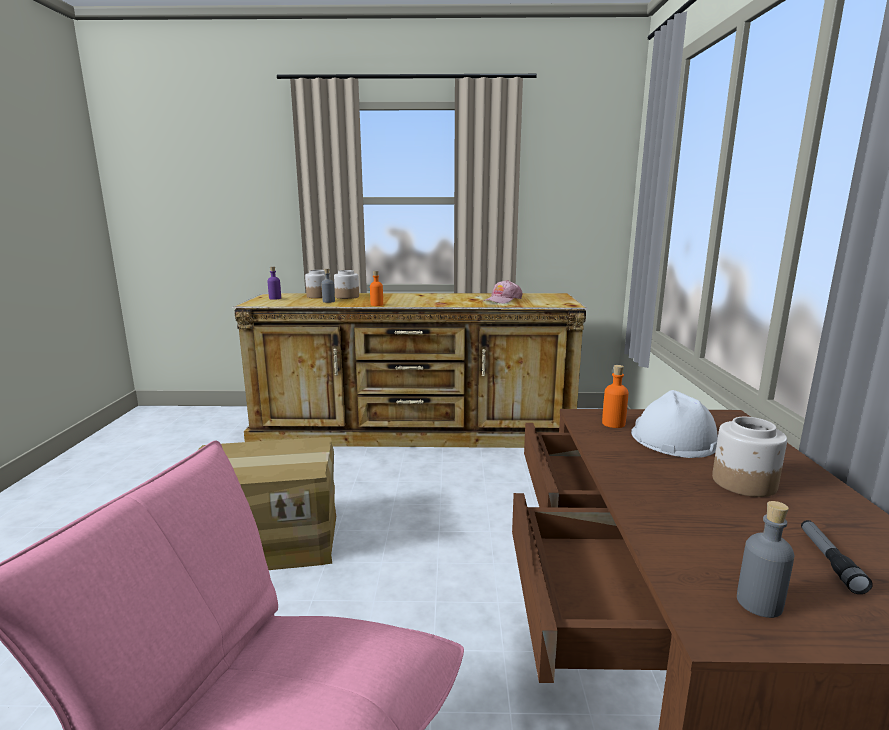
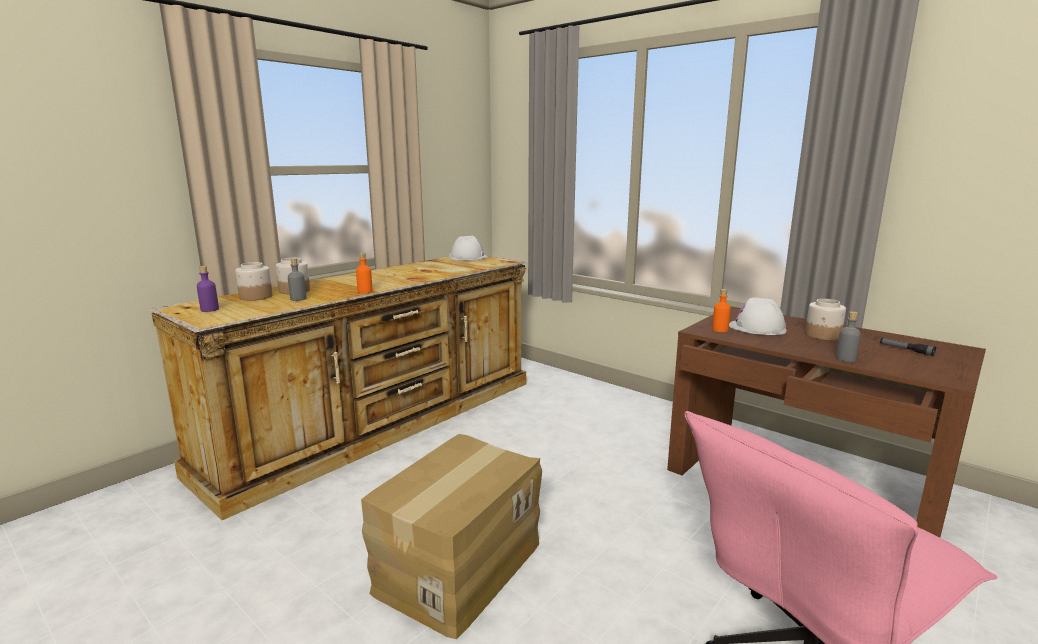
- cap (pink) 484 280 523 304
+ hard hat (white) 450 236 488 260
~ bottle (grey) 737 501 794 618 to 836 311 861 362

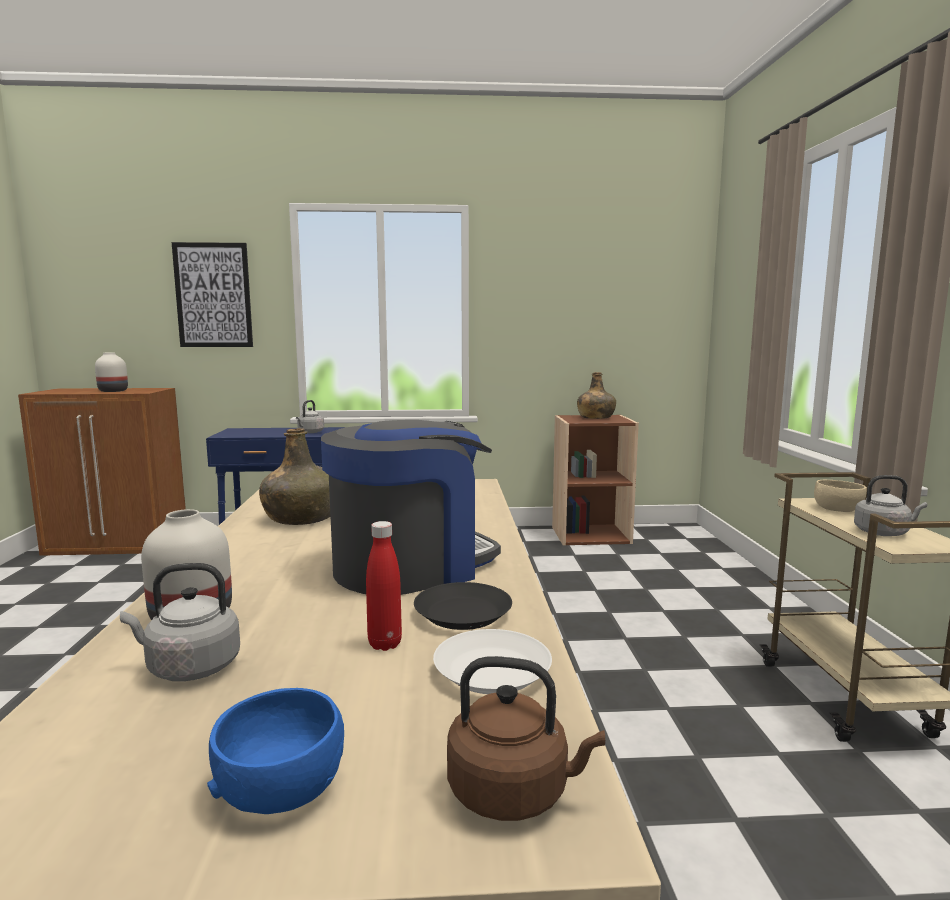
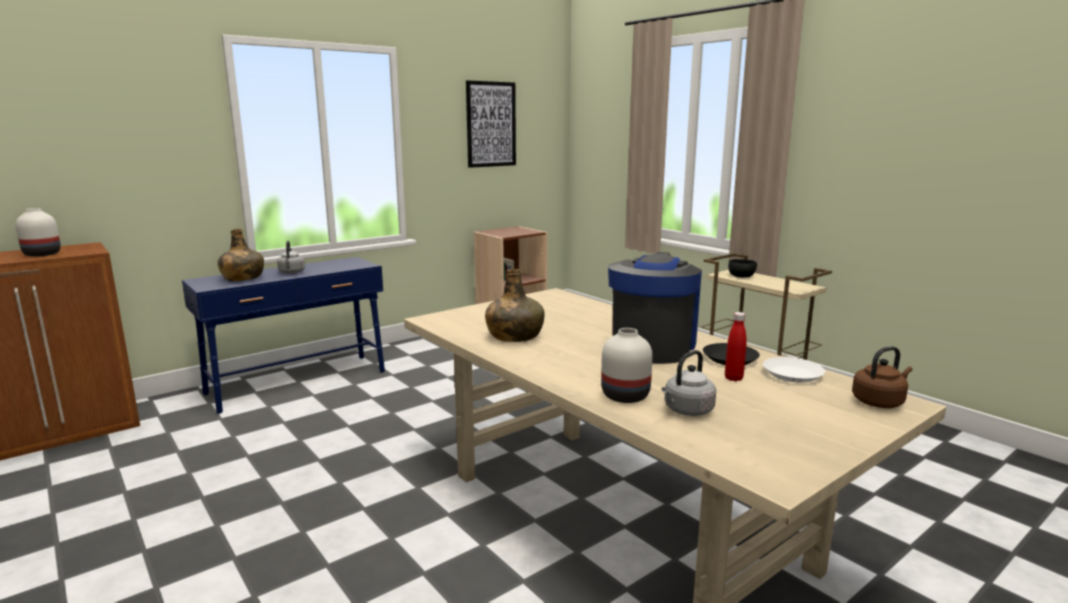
- bowl (blue) 207 688 344 814
- kettle (grey) 854 475 927 536
~ picture 172 242 253 347 to 466 80 516 168
~ bottle (green) 577 372 616 419 to 218 229 264 281
~ bowl (beige) 814 480 867 512 to bowl (black) 728 259 757 277

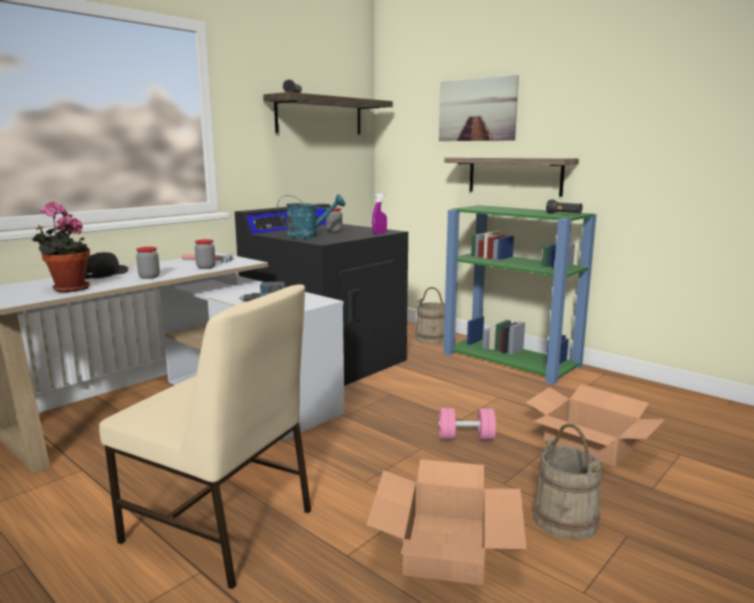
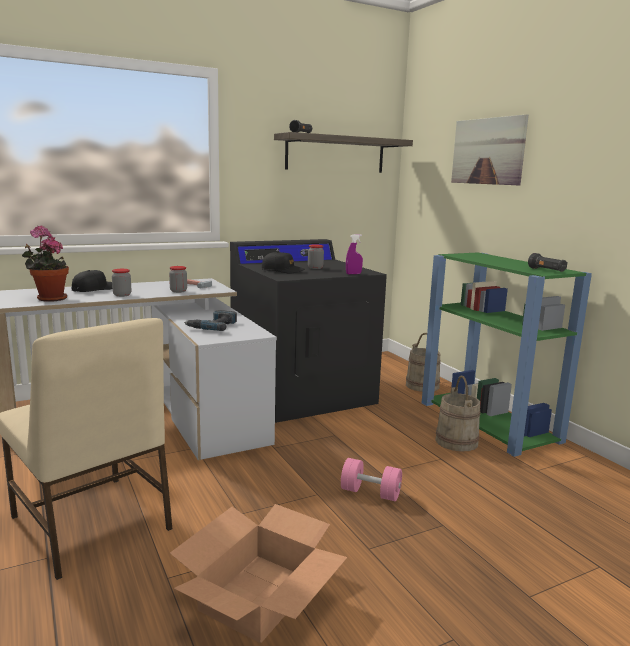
- shelf 444 157 579 197
- cardboard box 526 385 665 467
~ bucket (beige) 533 423 601 540 to 435 376 480 452
~ watering can (turquoise) 277 194 345 239 to cap (black) 262 251 305 274

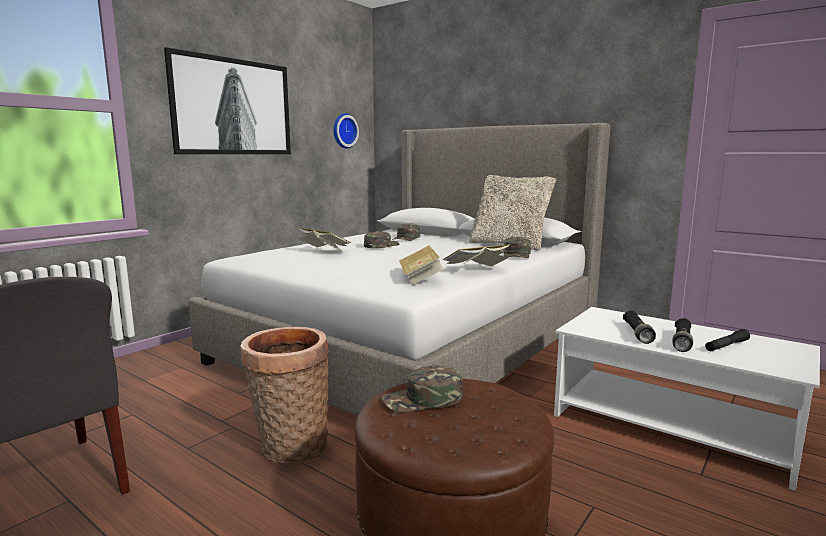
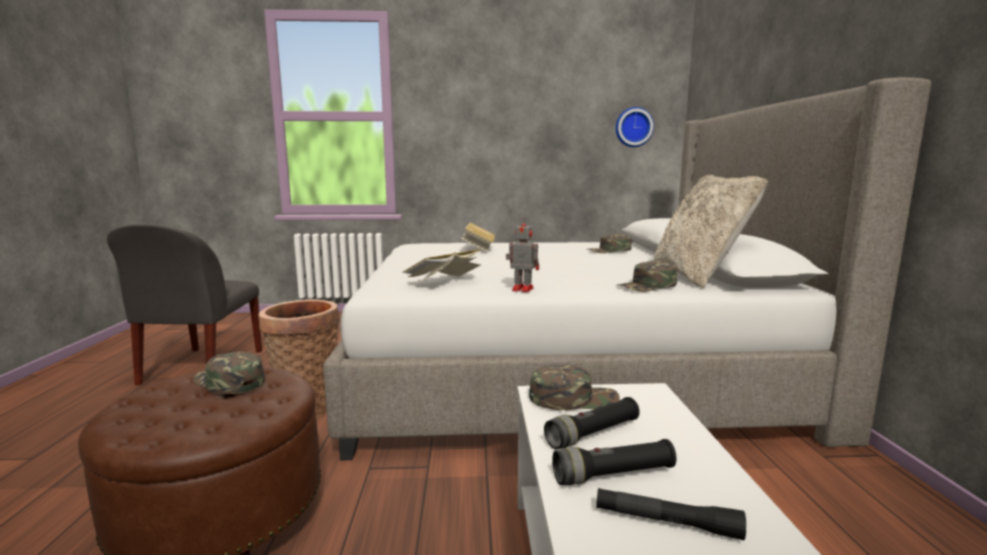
- picture 164 47 291 154
~ cap (green) 364 231 399 248 to 529 365 620 410
~ book 442 244 511 266 to toy robot 506 217 539 292

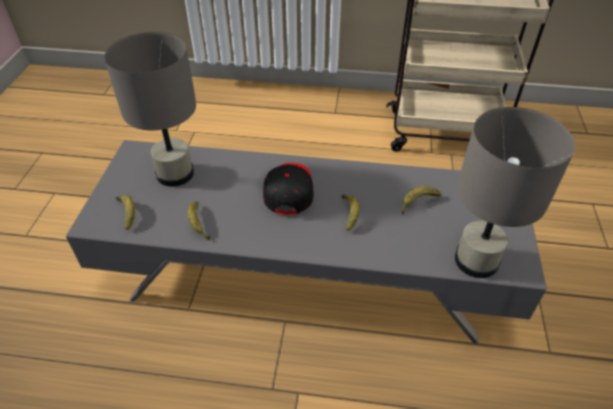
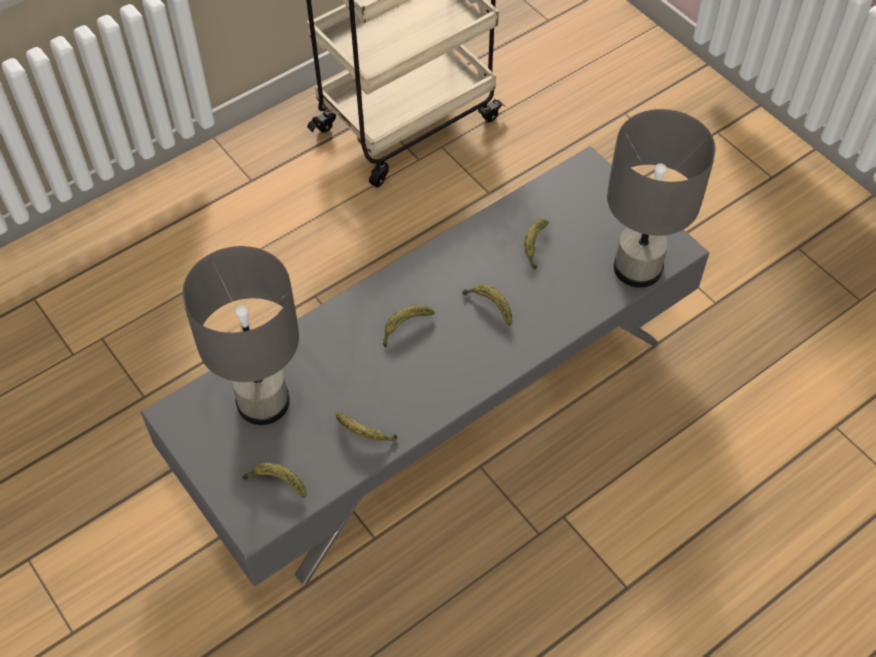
~ cap (black) 263 163 313 214 to banana 383 305 435 347

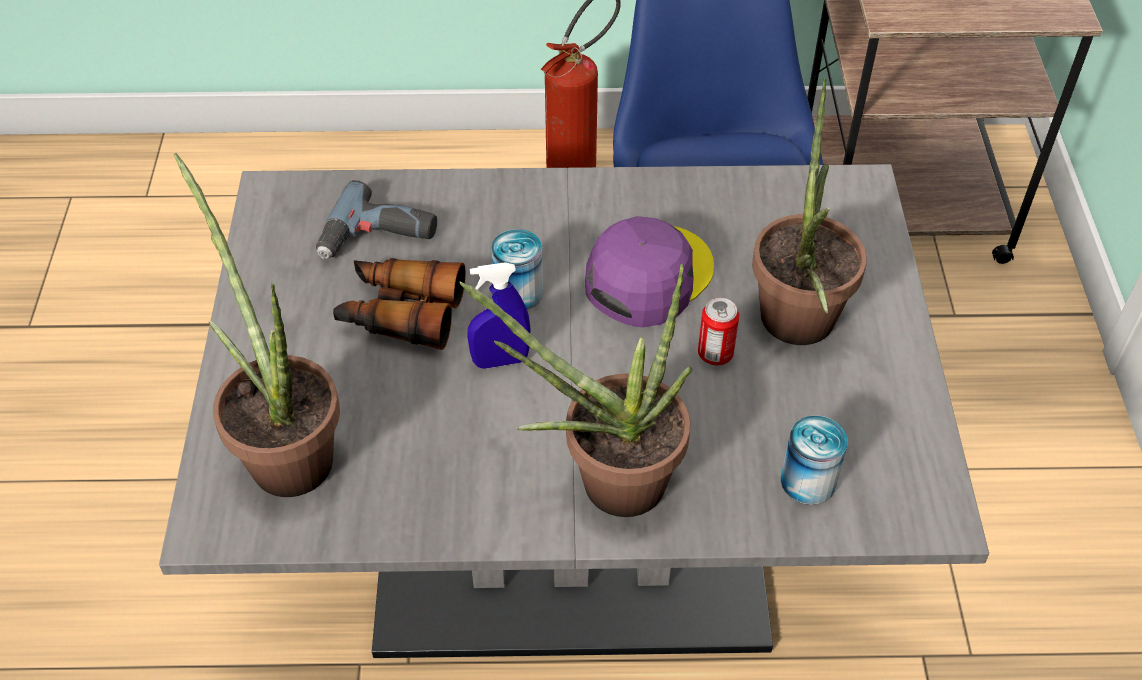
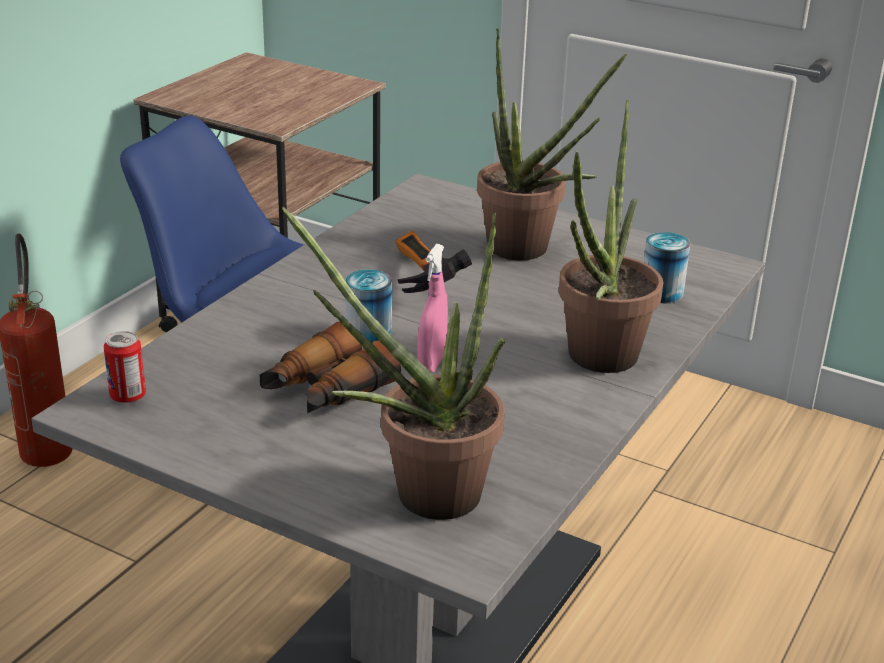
- power drill 316 180 437 259
~ can 698 298 739 365 to 104 331 146 403
~ cap (purple) 585 216 714 328 to hammer 396 231 472 293
~ spray bottle (blue) 467 262 531 369 to spray bottle (pink) 417 244 448 373

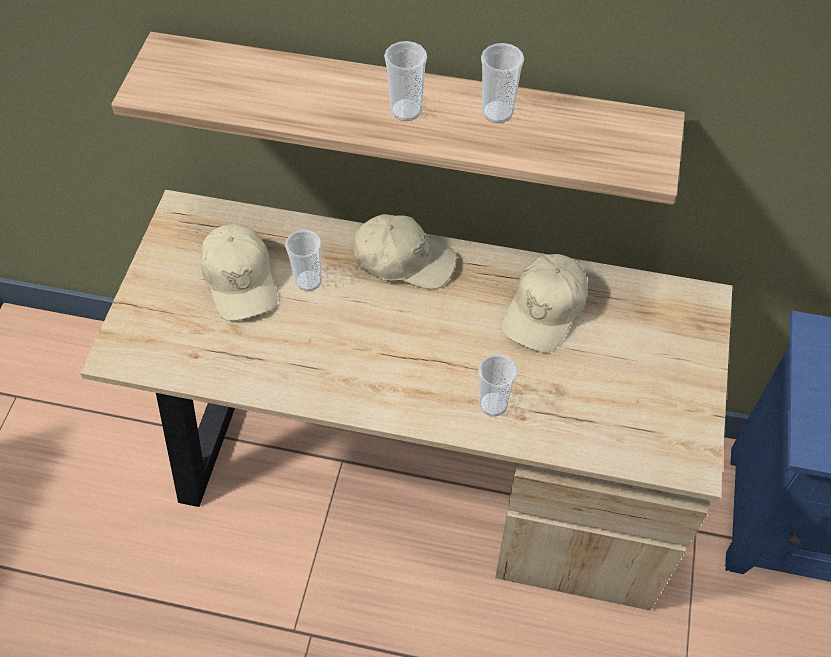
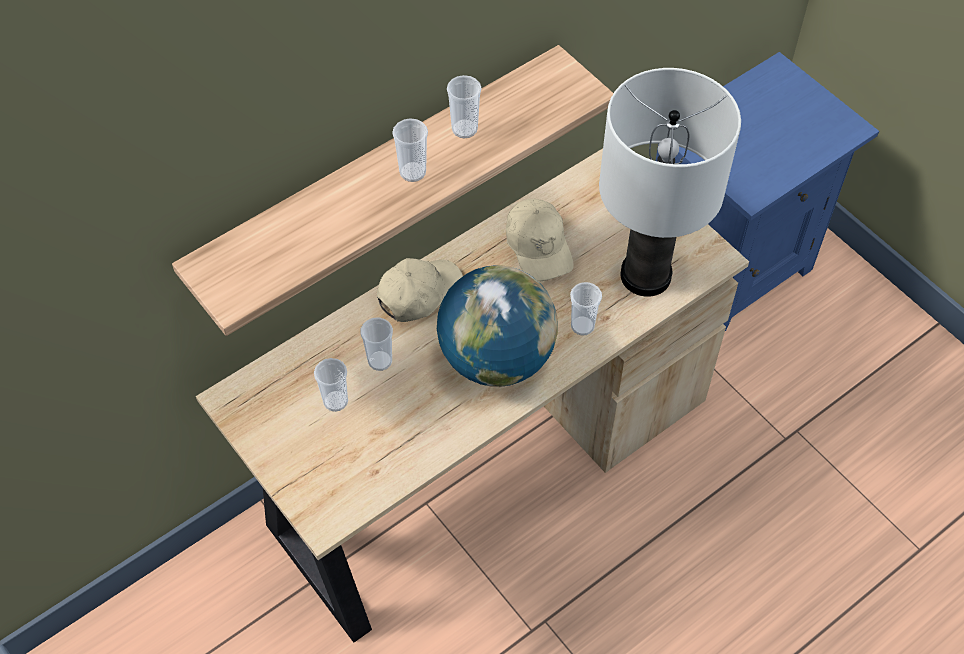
+ globe 437 265 558 387
+ table lamp (white) 599 68 741 297
~ cap (beige) 201 224 277 321 to cup 314 358 348 412

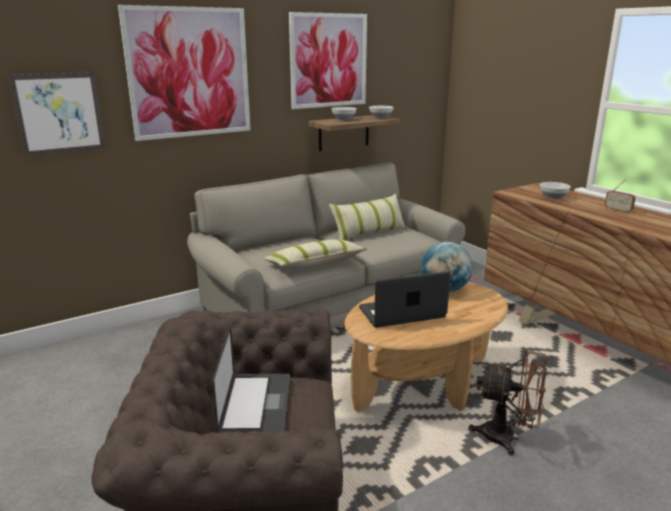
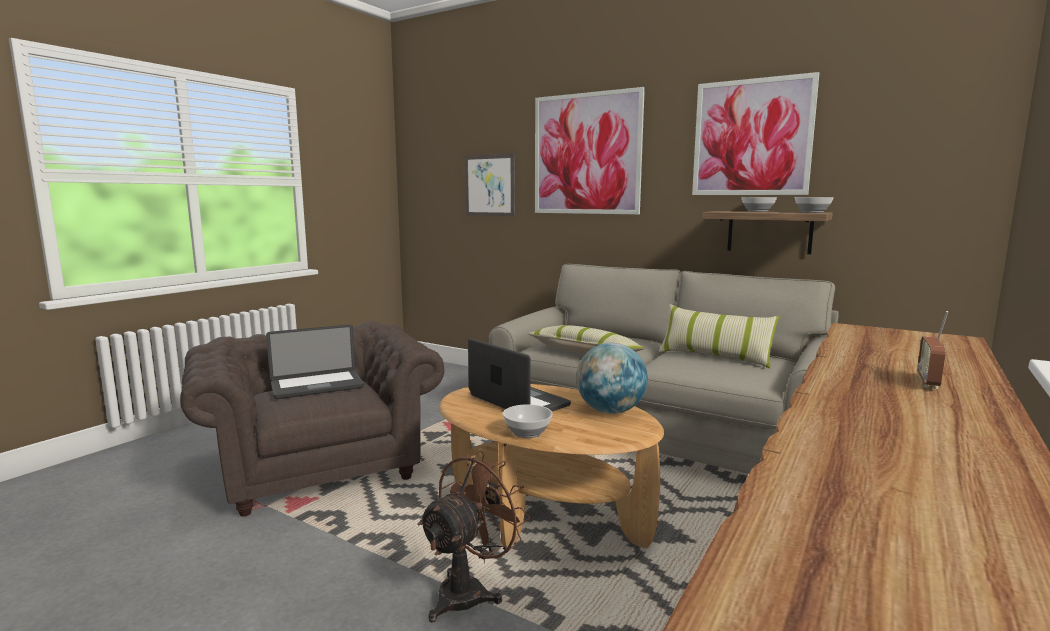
~ bowl 540 182 571 199 to 503 404 553 438
~ fan (brown) 469 349 547 455 = 417 451 530 622 135 degrees counterclockwise

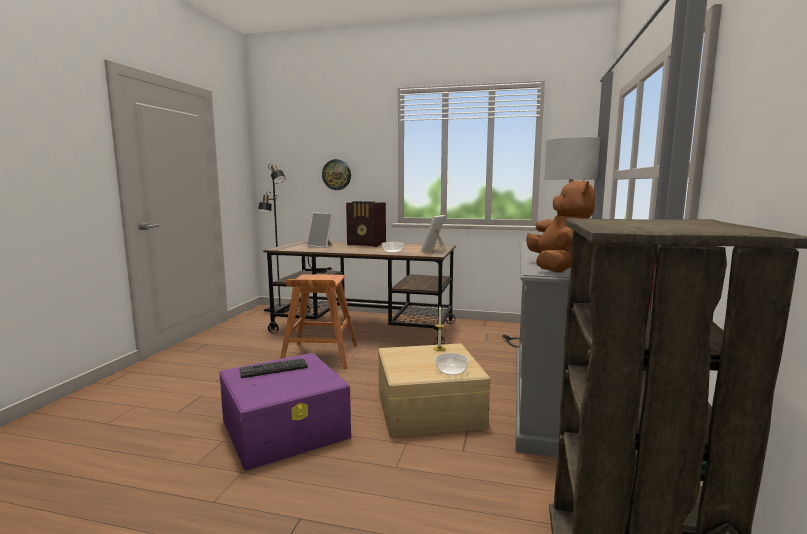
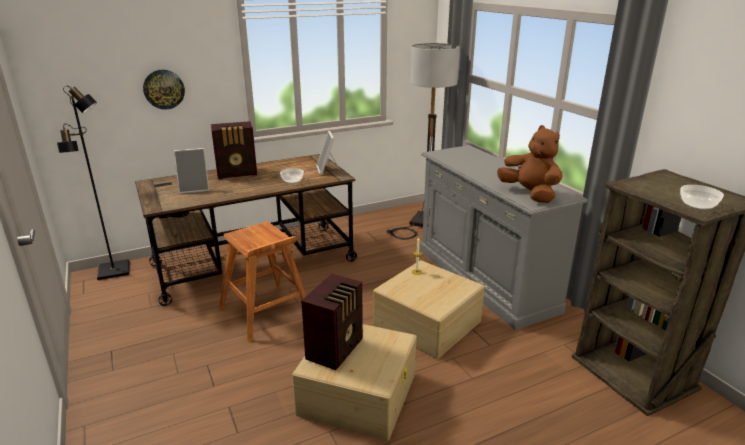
~ bowl 435 353 469 375 to 680 185 724 210
~ keyboard 239 358 308 378 to radio 301 274 363 370
~ storage box (purple) 219 353 351 470 to storage box (beige) 292 324 417 440

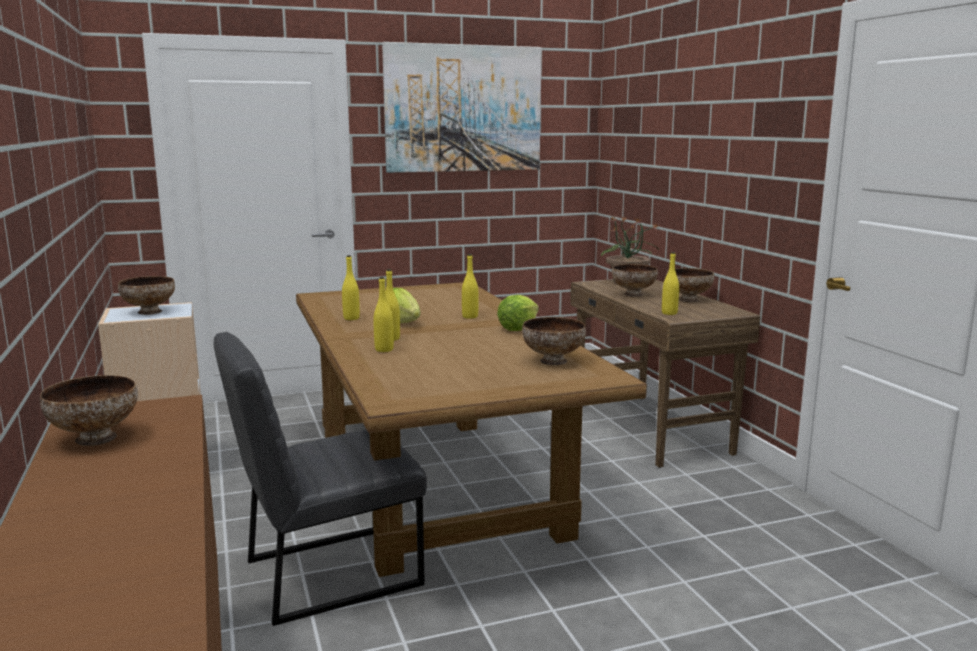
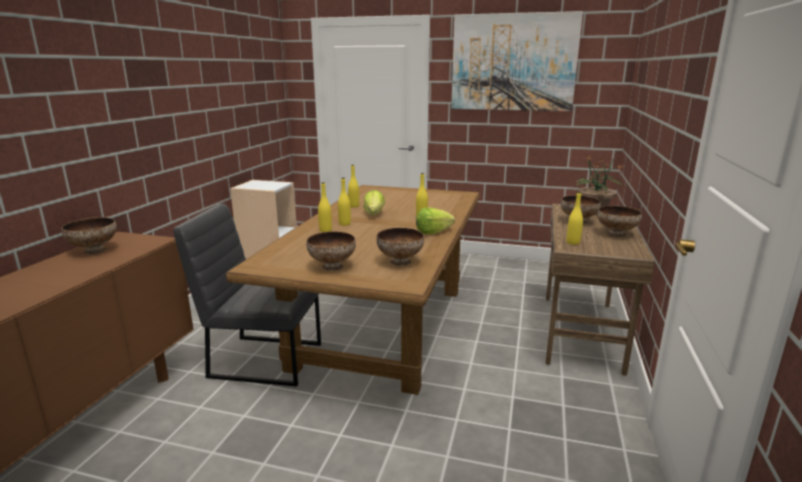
~ bowl 118 276 175 315 to 306 231 356 271

